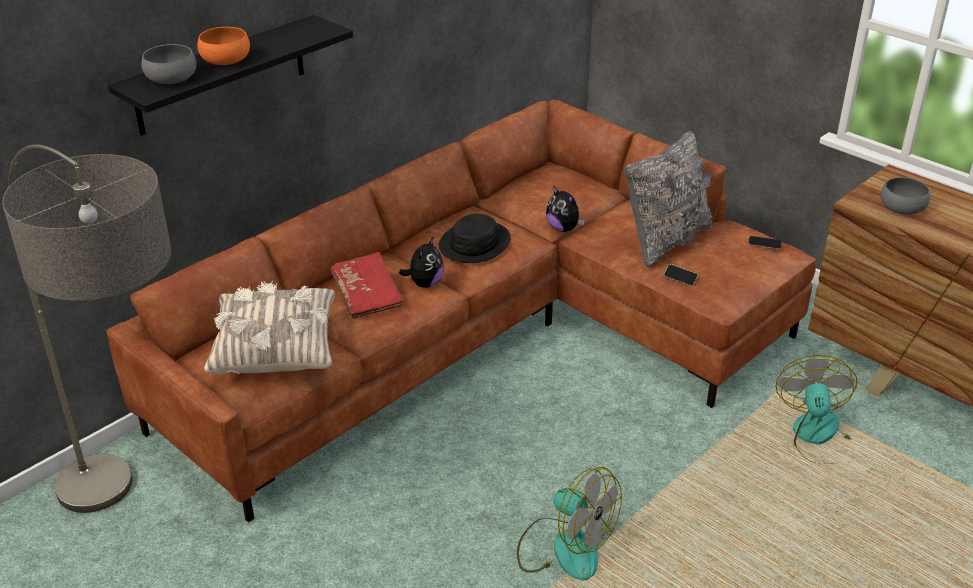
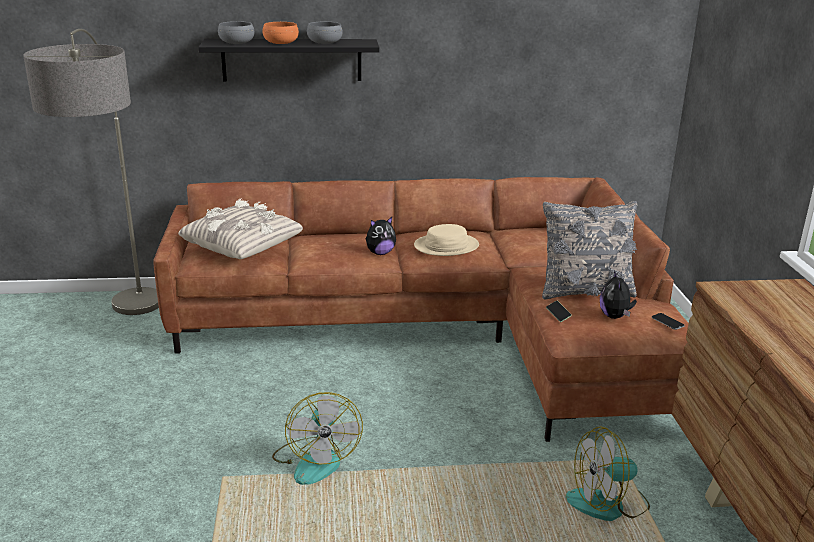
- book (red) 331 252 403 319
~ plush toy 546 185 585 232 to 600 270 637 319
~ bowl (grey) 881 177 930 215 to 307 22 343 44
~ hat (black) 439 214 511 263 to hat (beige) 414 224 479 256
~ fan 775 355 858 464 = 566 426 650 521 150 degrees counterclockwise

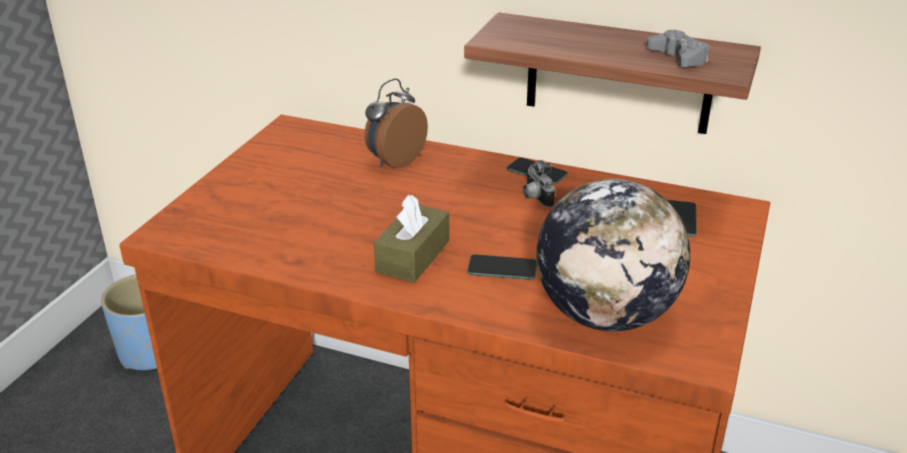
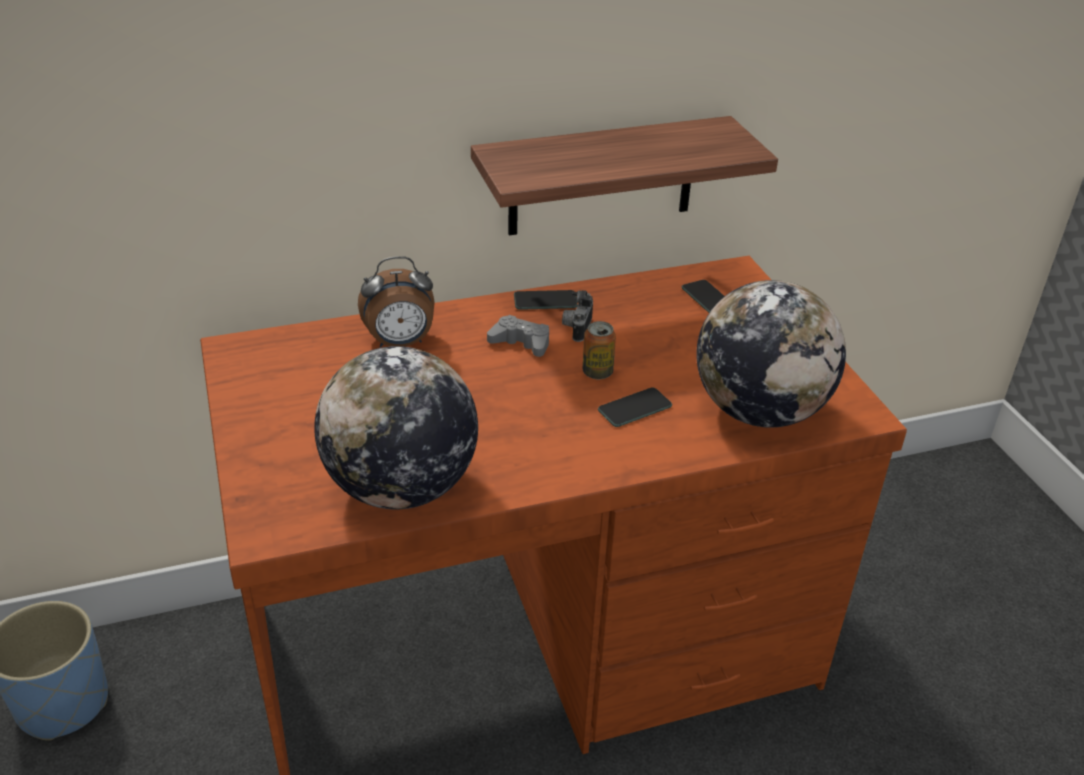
- tissue box (brown) 374 195 449 283
+ globe 314 346 478 509
+ can 583 321 616 380
~ game controller (grey) 646 30 709 67 to 487 315 549 357
~ alarm clock 364 78 428 168 = 358 256 435 347 105 degrees counterclockwise
~ photo camera 523 160 555 208 = 562 290 593 342 75 degrees clockwise

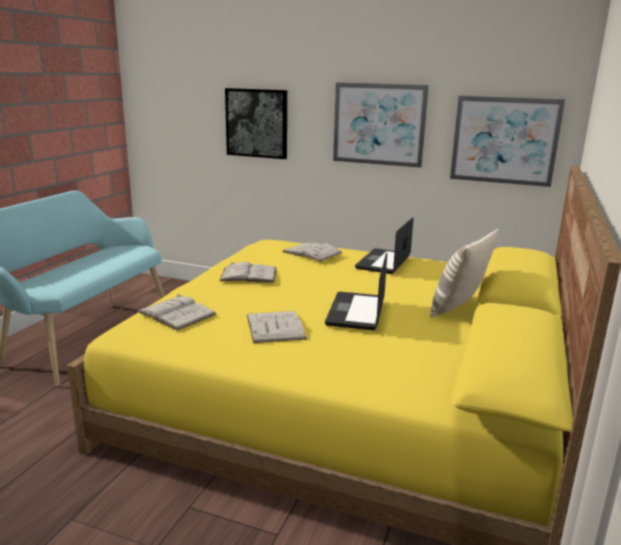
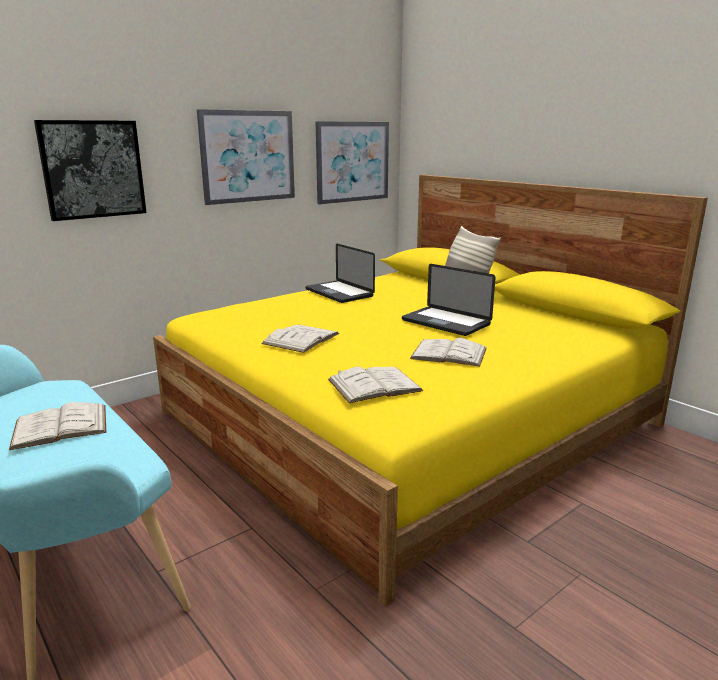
~ book (white) 282 242 343 262 to 9 402 106 450

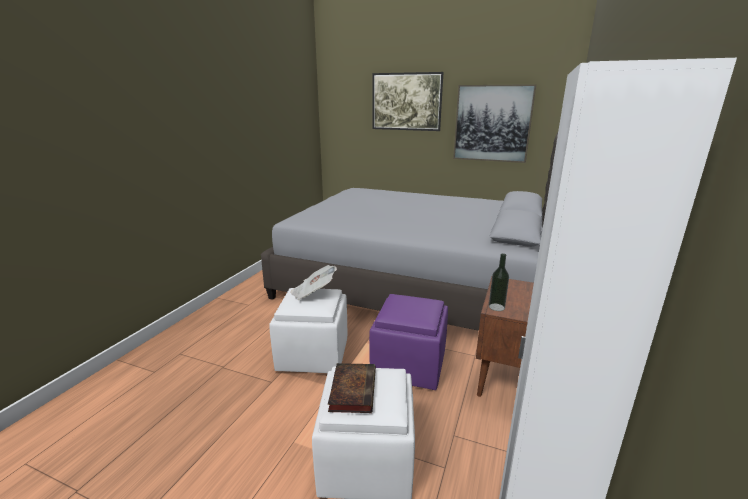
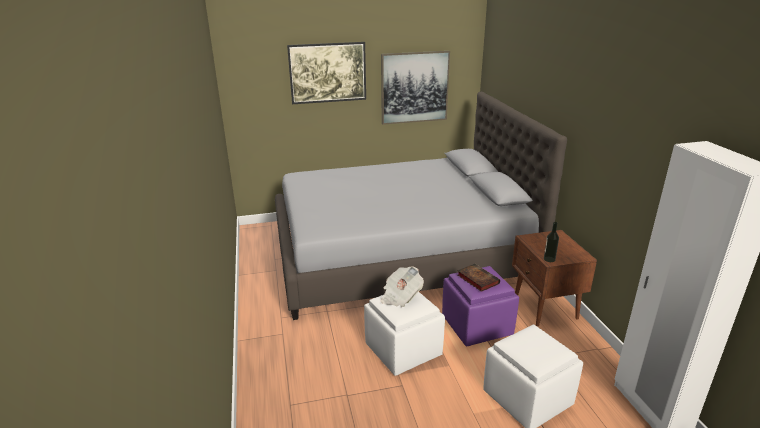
~ book 328 363 376 413 to 457 264 500 292

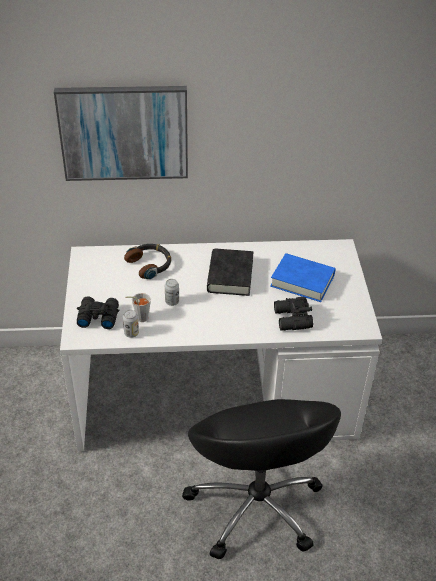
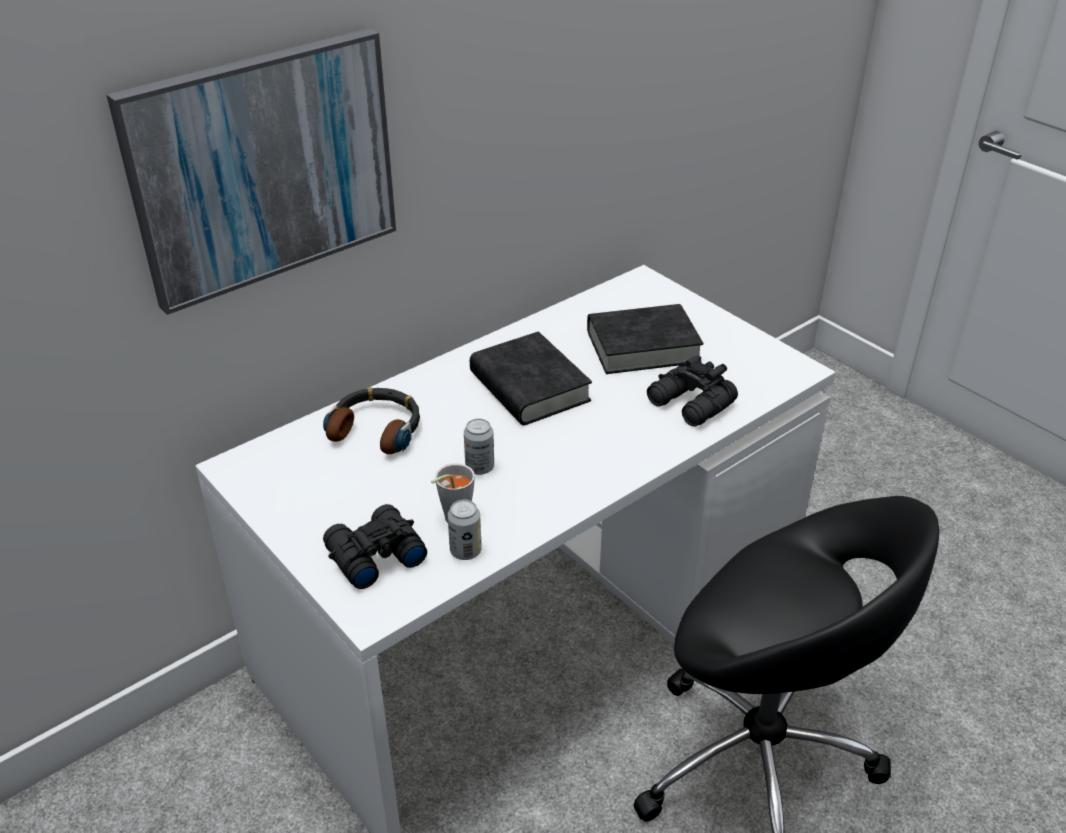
~ book (blue) 270 253 336 302 to book (black) 587 304 703 374

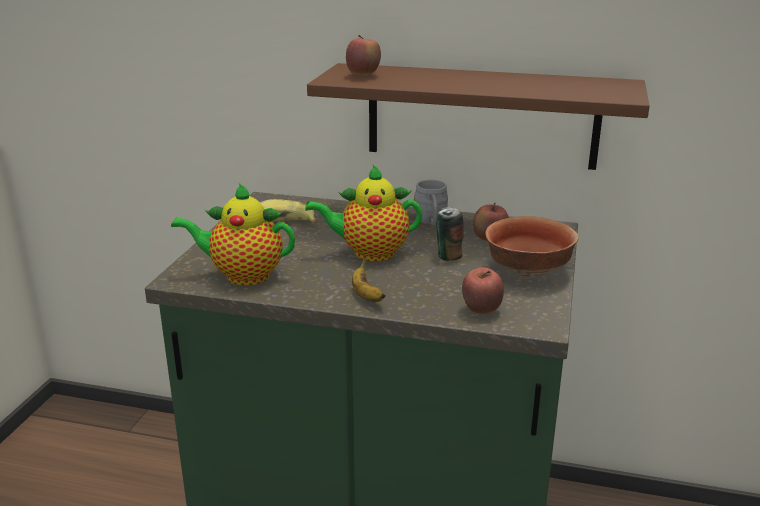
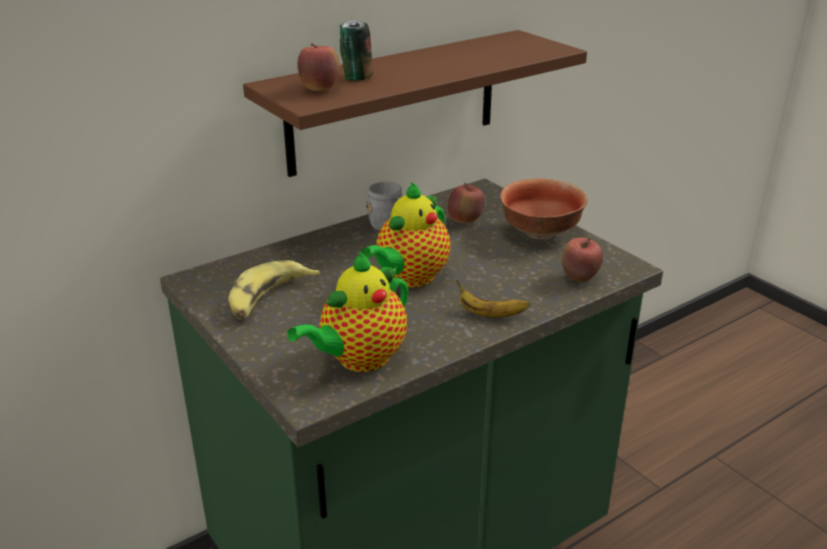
~ can 436 207 464 261 to 340 20 373 81

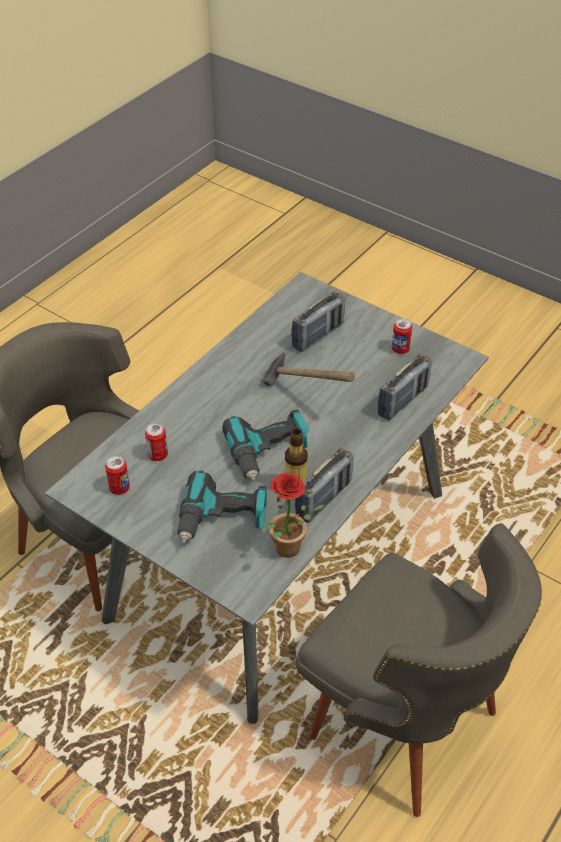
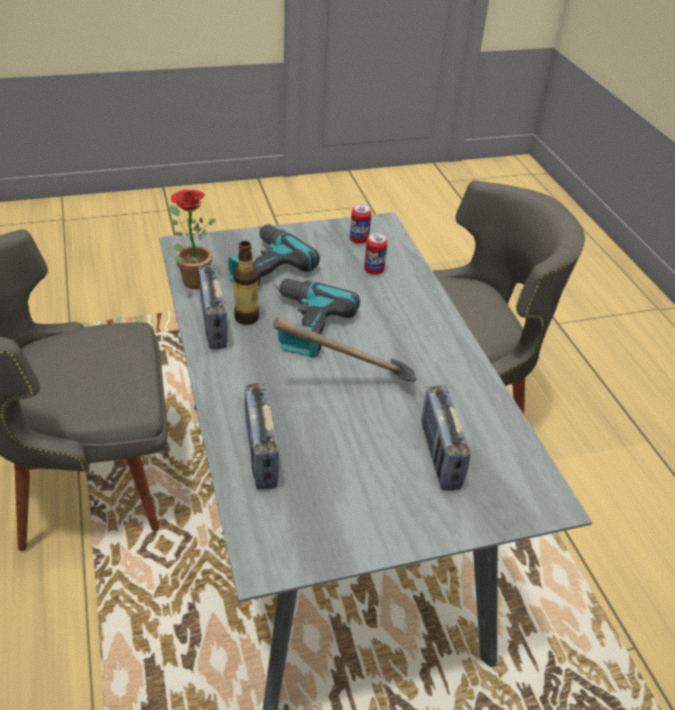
- can 392 318 412 354

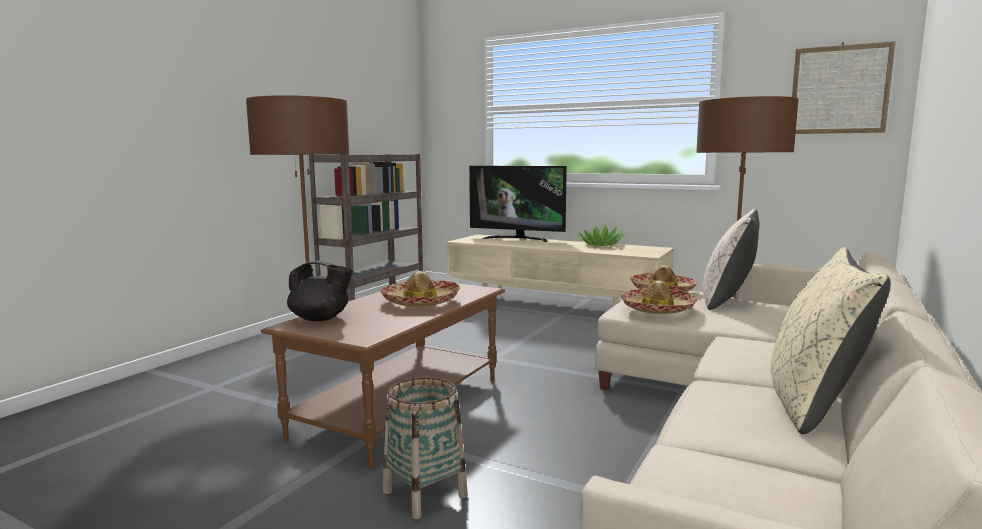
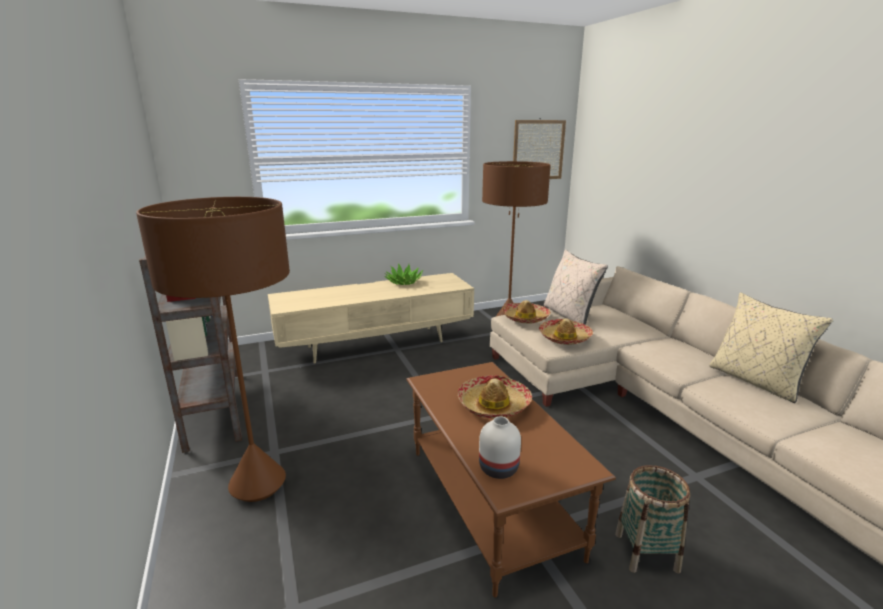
- television 469 166 567 242
~ teapot (black) 287 260 353 321 to vase (white) 479 416 521 479

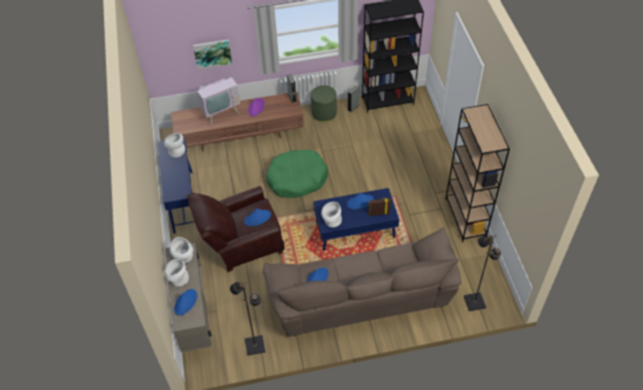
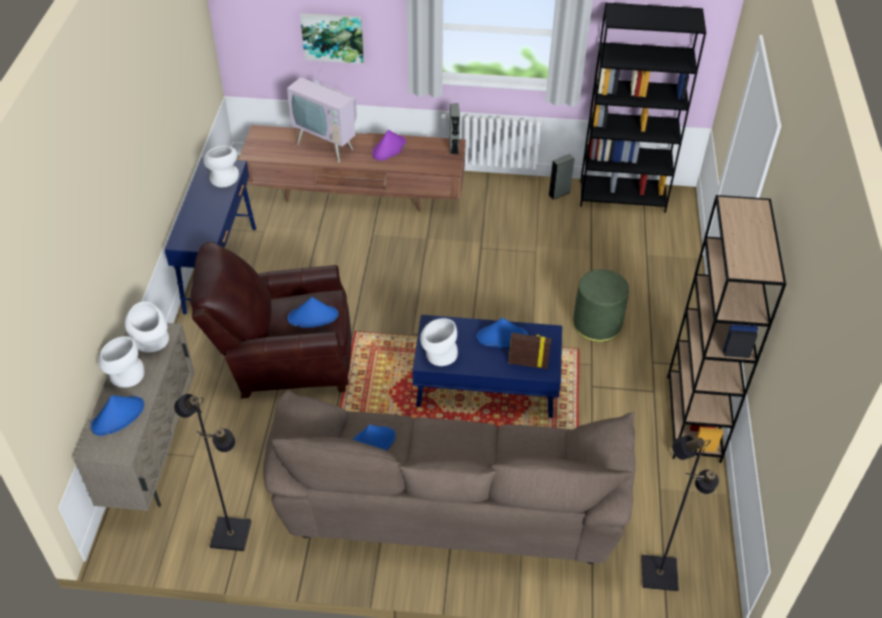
- dog bed (green) 266 150 328 198
~ ottoman (green) 311 85 337 123 to 573 269 629 342
~ television 196 77 240 126 = 287 55 357 162 45 degrees clockwise

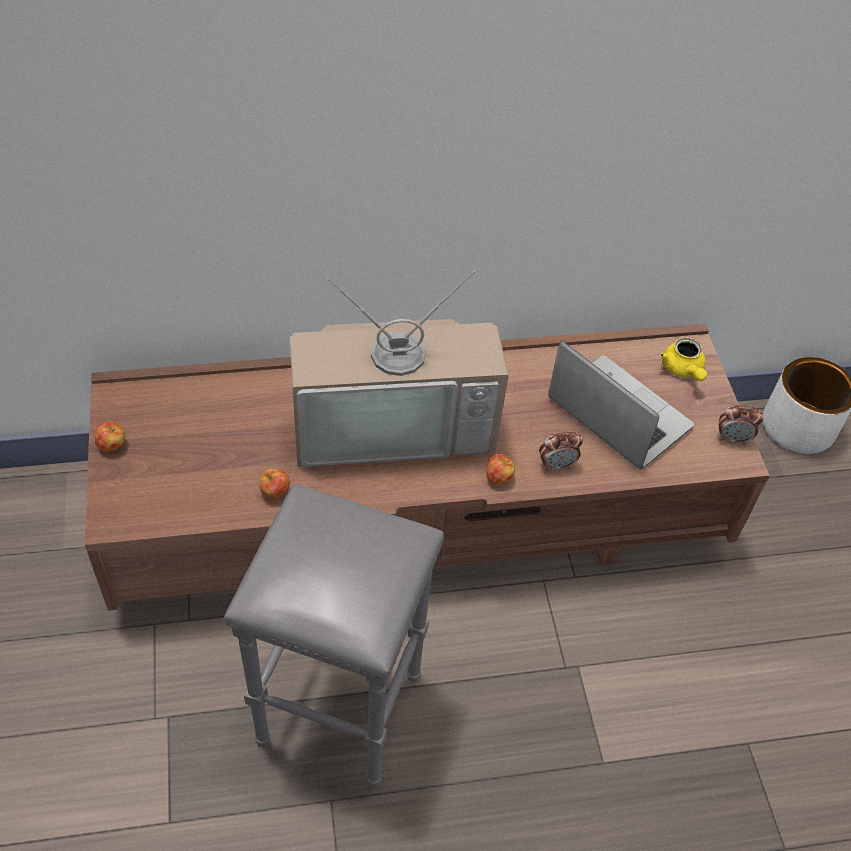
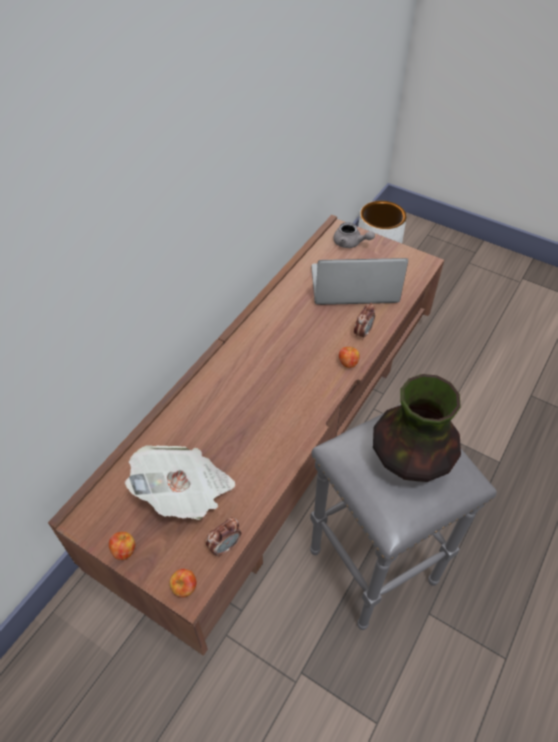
- television 289 271 509 467
+ newspaper 125 445 235 520
+ vase 373 374 461 482
~ apple 259 468 290 498 to 169 569 197 597
~ alarm clock 719 404 764 445 to 206 518 241 557
~ teapot (yellow) 660 338 707 381 to teapot (grey) 333 222 375 248

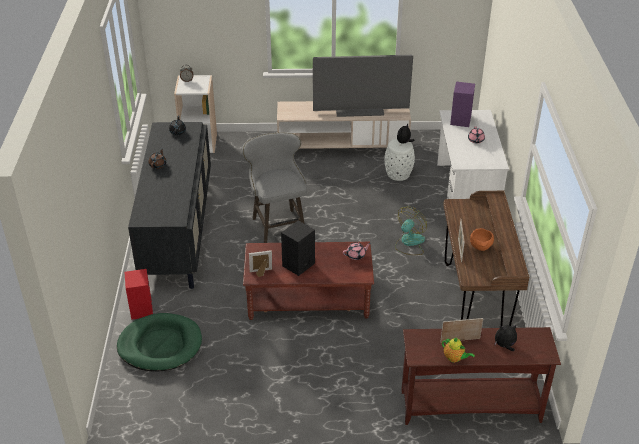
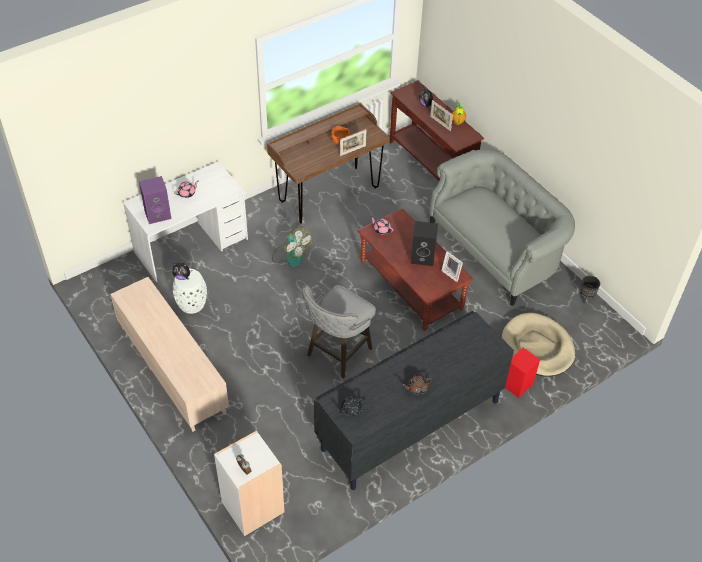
- television 313 55 413 117
+ sofa (grey) 429 149 575 306
+ planter (black) 580 276 600 304
~ dog bed (green) 117 313 202 372 to dog bed (beige) 502 313 575 377
~ fan 395 206 427 255 = 272 228 312 268 135 degrees counterclockwise

